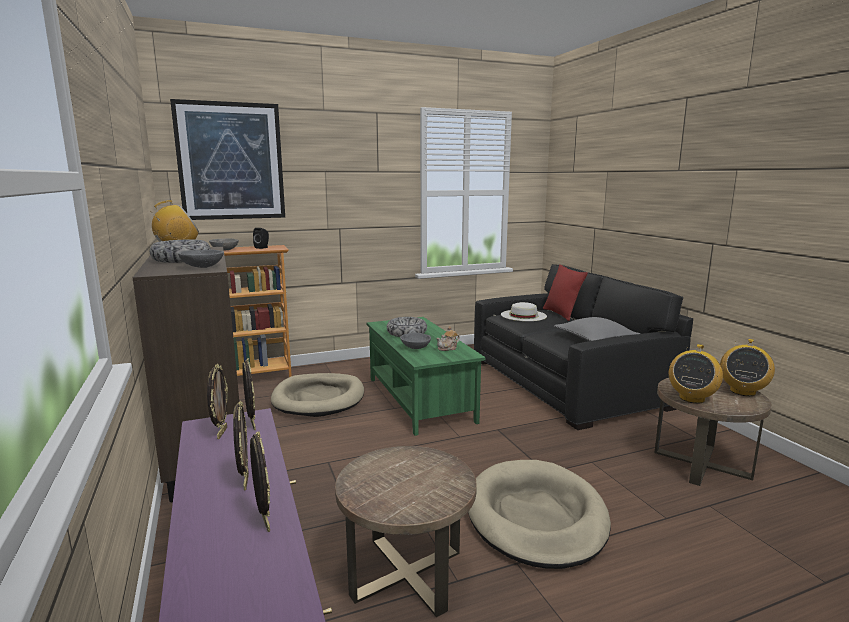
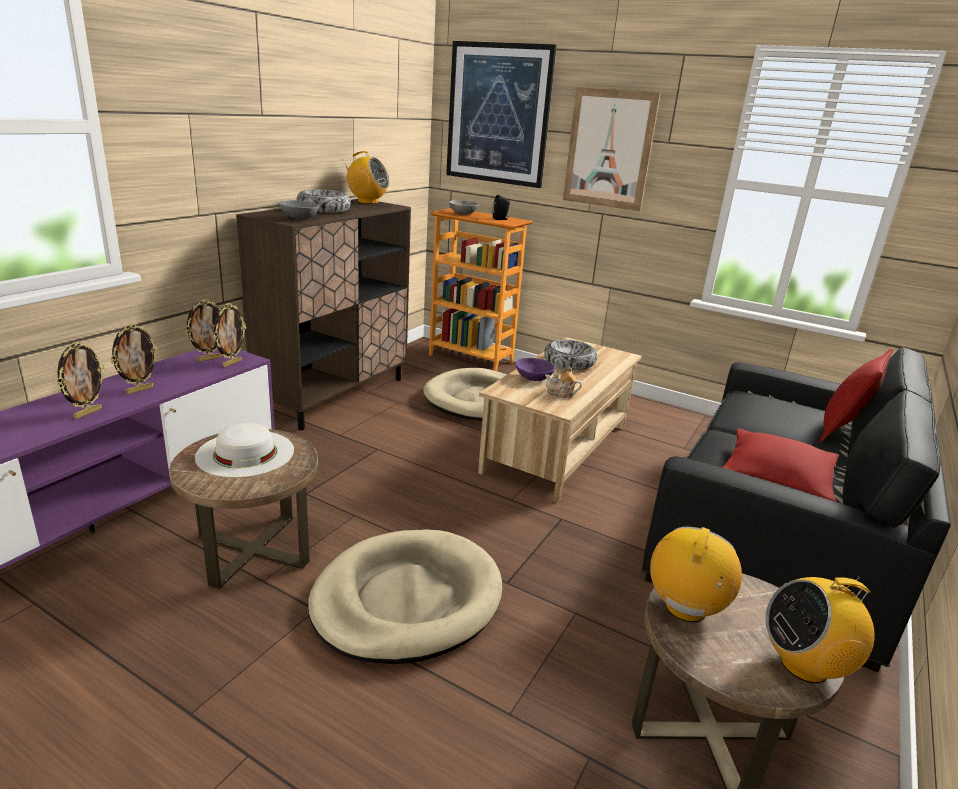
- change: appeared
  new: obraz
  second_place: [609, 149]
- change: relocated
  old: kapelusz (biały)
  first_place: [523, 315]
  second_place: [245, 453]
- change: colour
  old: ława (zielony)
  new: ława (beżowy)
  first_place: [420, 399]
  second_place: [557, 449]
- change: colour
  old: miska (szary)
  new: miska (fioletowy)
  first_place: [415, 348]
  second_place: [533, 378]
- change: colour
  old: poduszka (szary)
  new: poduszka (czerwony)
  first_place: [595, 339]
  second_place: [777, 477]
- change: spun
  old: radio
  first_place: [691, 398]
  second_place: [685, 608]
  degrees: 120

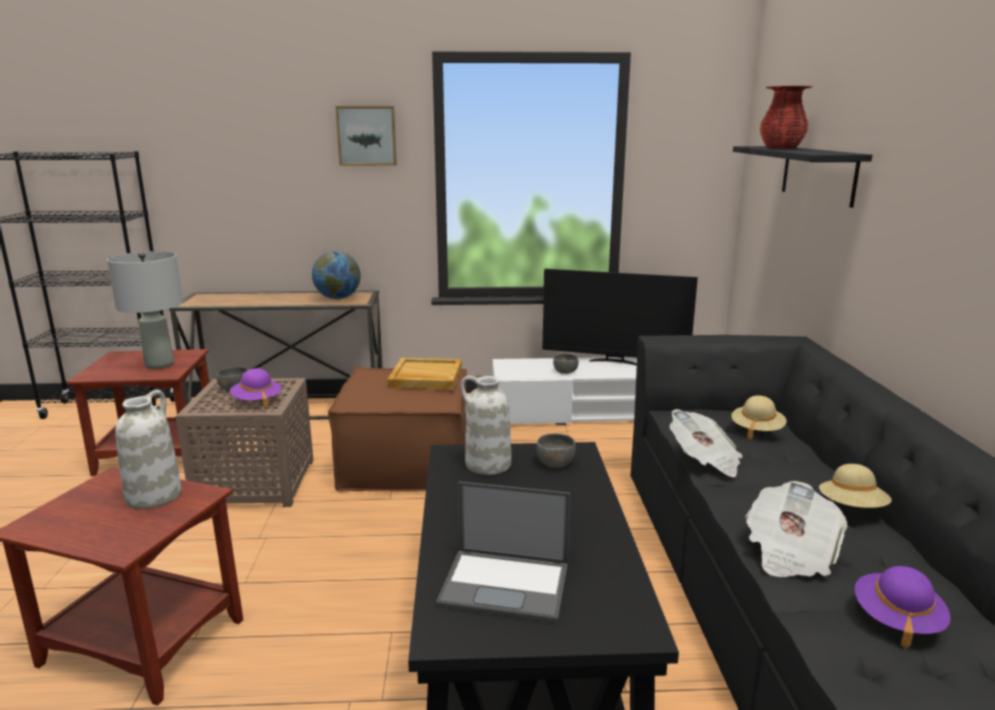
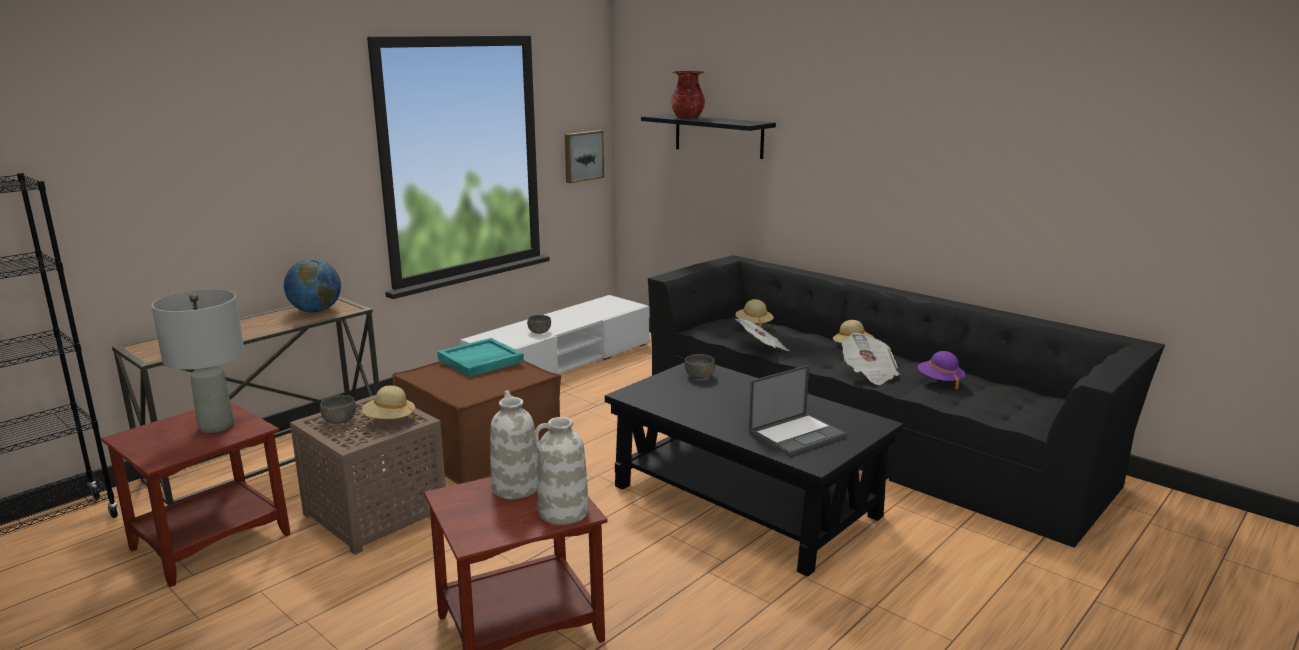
- change: missing
  old: telewizor
  first_place: [614, 361]
- change: relocated
  old: obraz
  first_place: [367, 136]
  second_place: [582, 156]
- change: relocated
  old: wazon (biały)
  first_place: [487, 464]
  second_place: [563, 512]
- change: colour
  old: kapelusz (fioletowy)
  new: kapelusz (beżowy)
  first_place: [256, 401]
  second_place: [389, 420]
- change: colour
  old: taca (beżowy)
  new: taca (turkusowy)
  first_place: [425, 377]
  second_place: [480, 360]

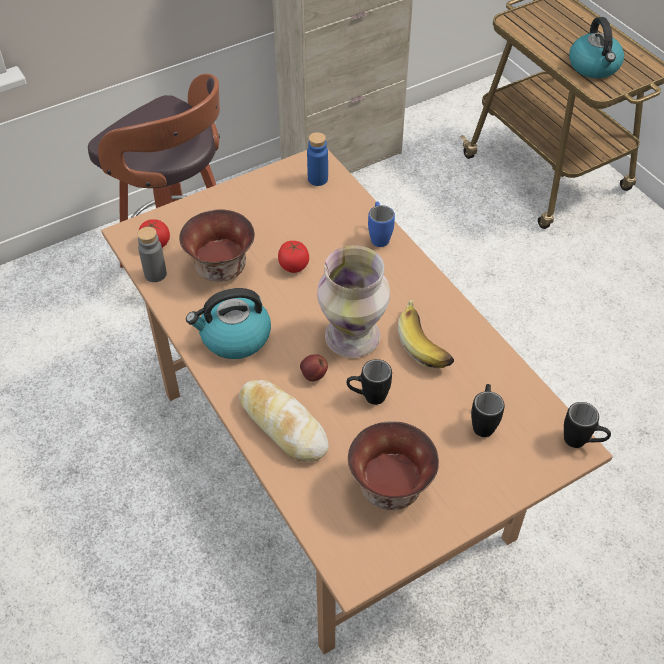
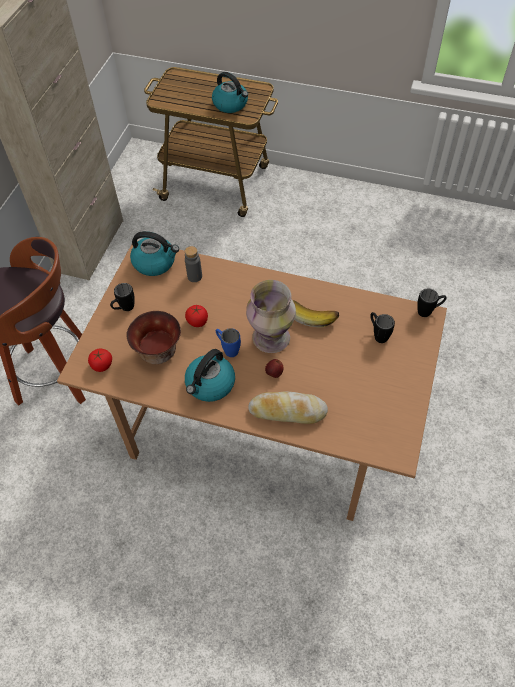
- change: missing
  old: miska
  first_place: [391, 487]
- change: relocated
  old: butelka (szary)
  first_place: [155, 274]
  second_place: [194, 276]
- change: relocated
  old: kubek (czarny)
  first_place: [368, 397]
  second_place: [124, 309]
- change: relocated
  old: kubek (niebieski)
  first_place: [379, 236]
  second_place: [228, 349]
- change: exchanged
  old: butelka (niebieski)
  new: czajnik
  first_place: [317, 179]
  second_place: [155, 262]

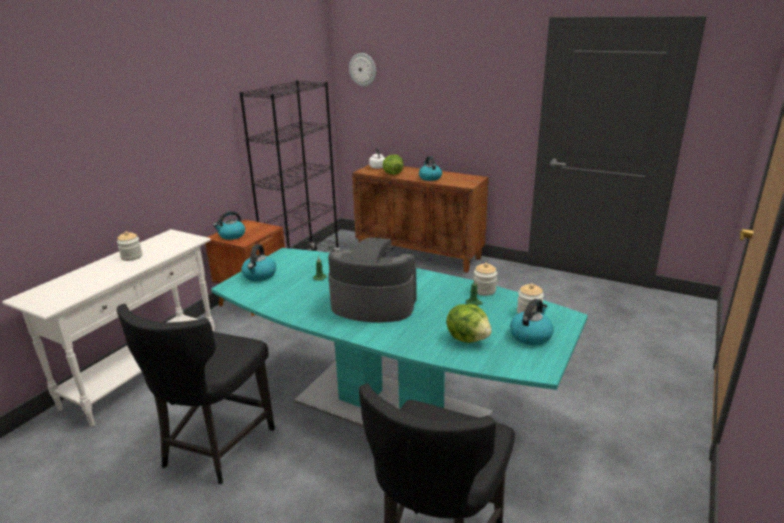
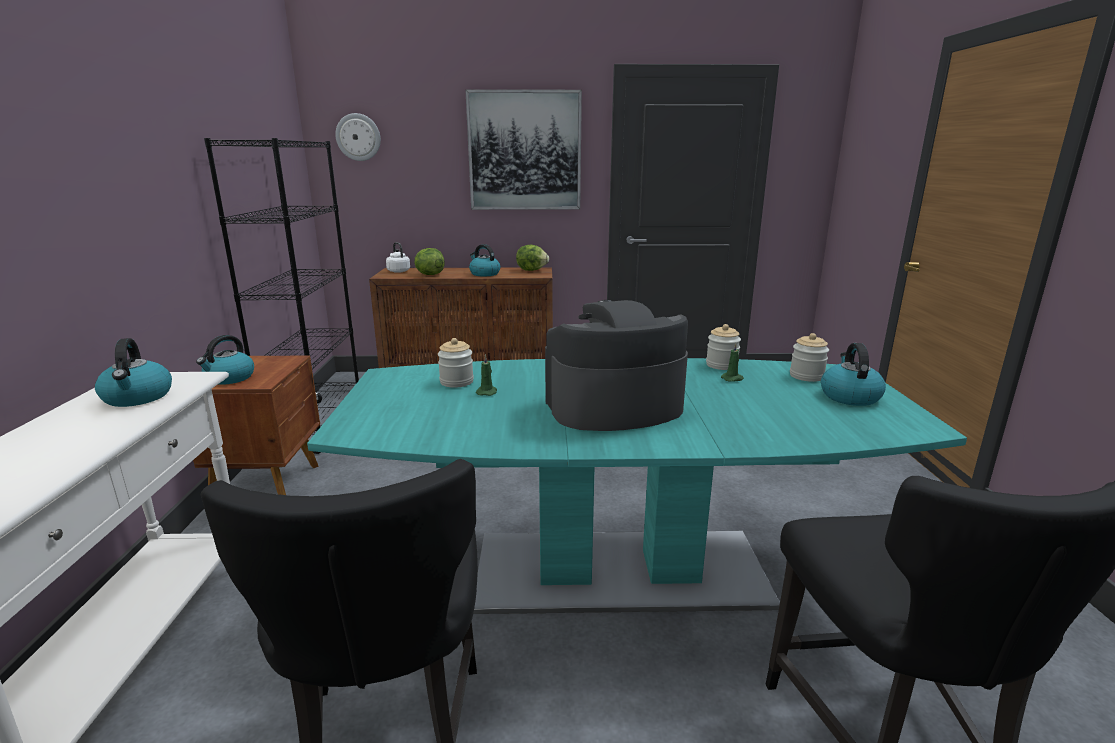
- change: appeared
  new: obraz
  second_place: [524, 151]
- change: relocated
  old: słoik
  first_place: [132, 257]
  second_place: [456, 382]
- change: relocated
  old: czajnik
  first_place: [259, 275]
  second_place: [138, 397]
- change: relocated
  old: sałata
  first_place: [468, 338]
  second_place: [532, 270]

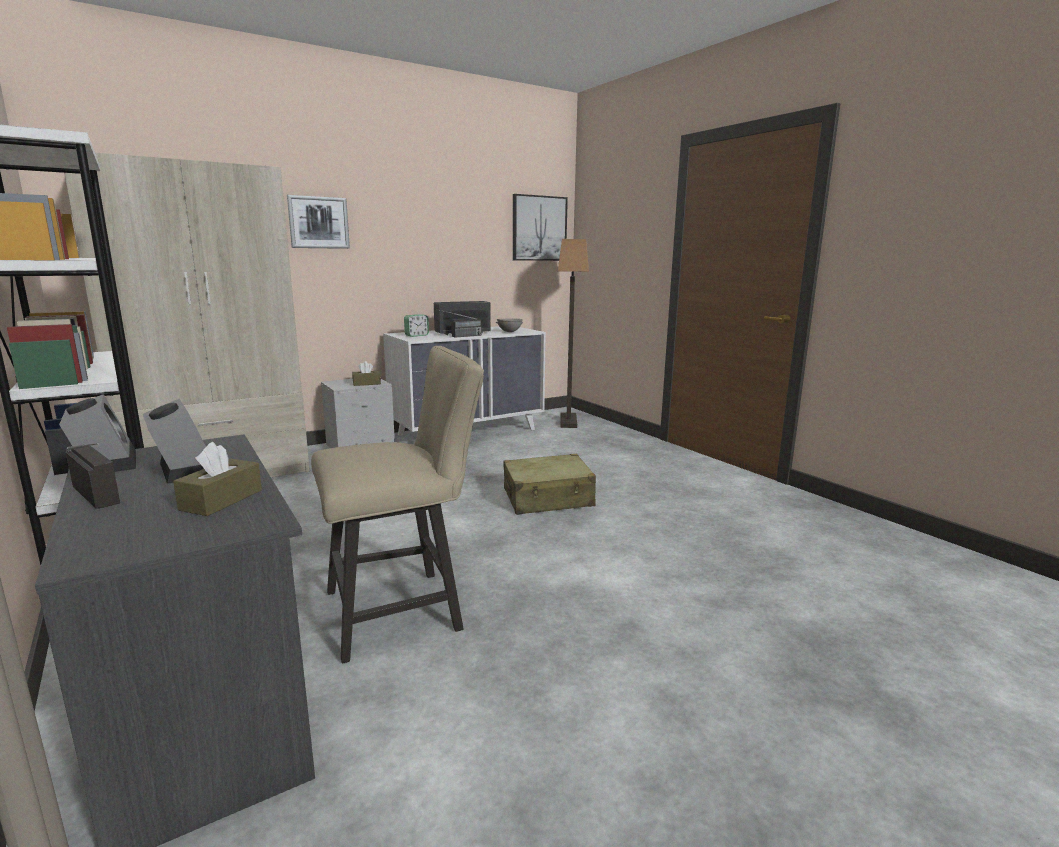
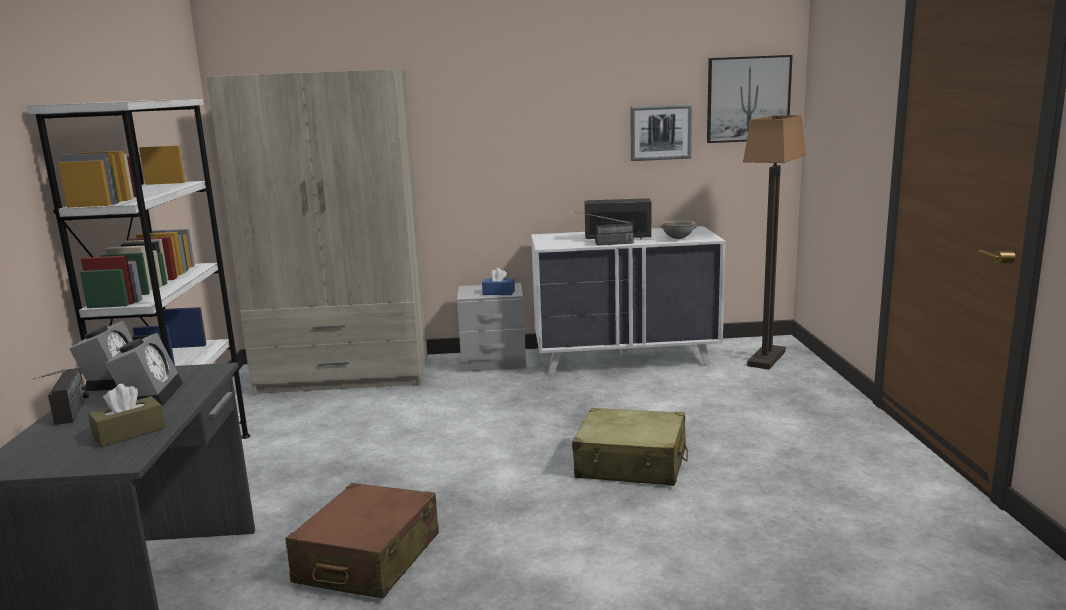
- change: missing
  old: budzik
  first_place: [416, 335]
- change: relocated
  old: obraz
  first_place: [318, 222]
  second_place: [660, 132]
- change: exchanged
  old: krzesło (beżowy)
  new: walizka (brązowy)
  first_place: [404, 609]
  second_place: [368, 559]
- change: colour
  old: pudełko chusteczek (brązowy)
  new: pudełko chusteczek (niebieski)
  first_place: [366, 383]
  second_place: [498, 293]

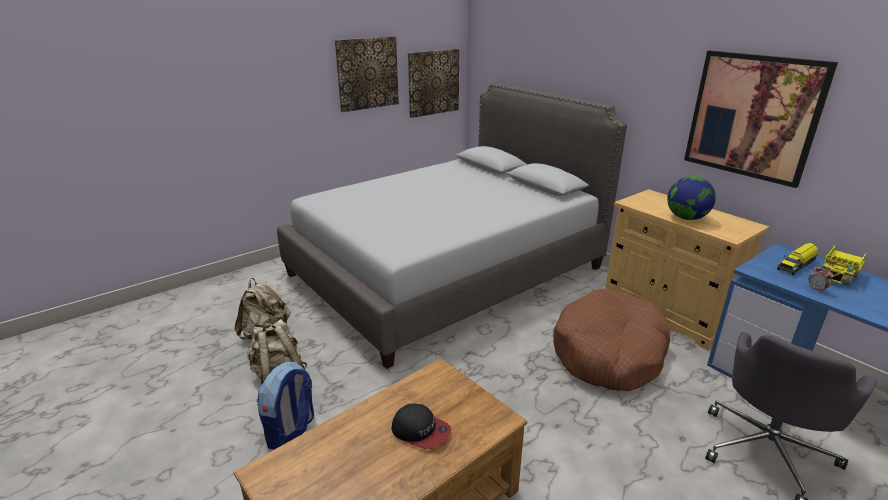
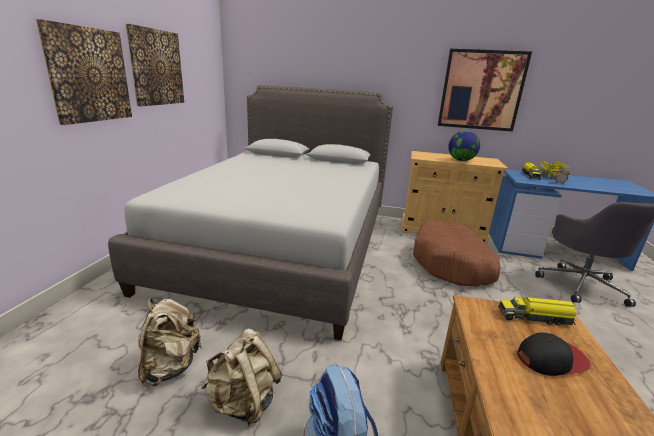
- change: appeared
  new: ciężarówka zabawkowa
  second_place: [535, 317]
- change: relocated
  old: obraz
  first_place: [433, 82]
  second_place: [89, 75]

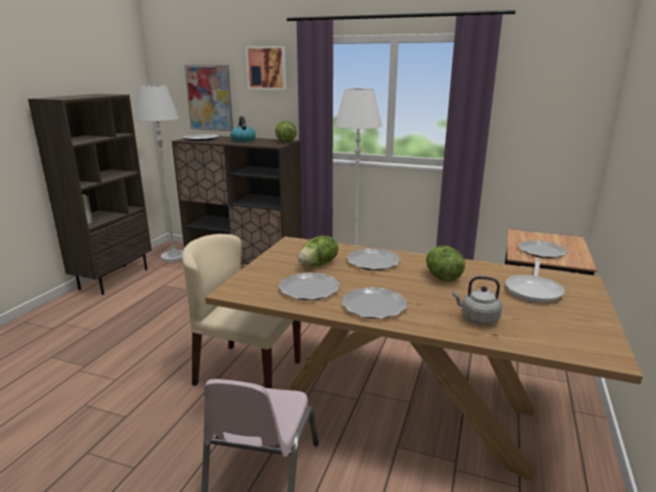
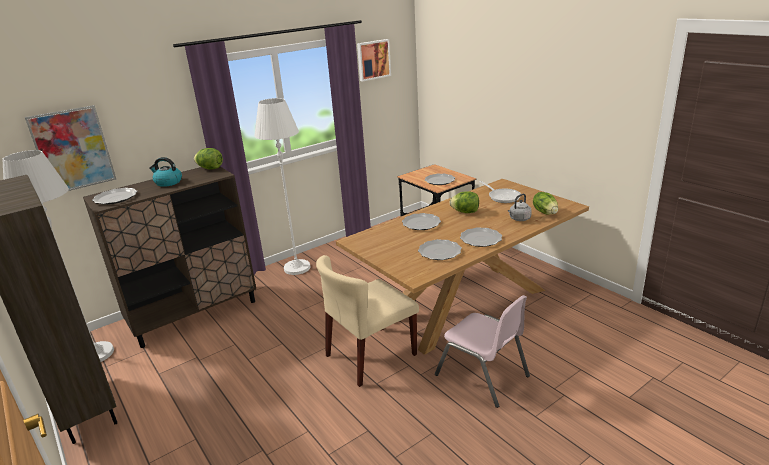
- change: relocated
  old: obraz
  first_place: [267, 68]
  second_place: [373, 59]
- change: relocated
  old: sałata
  first_place: [318, 264]
  second_place: [545, 212]

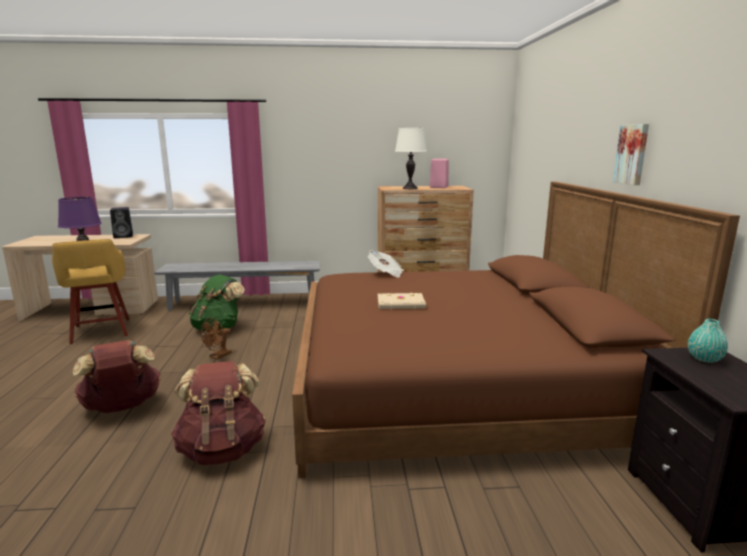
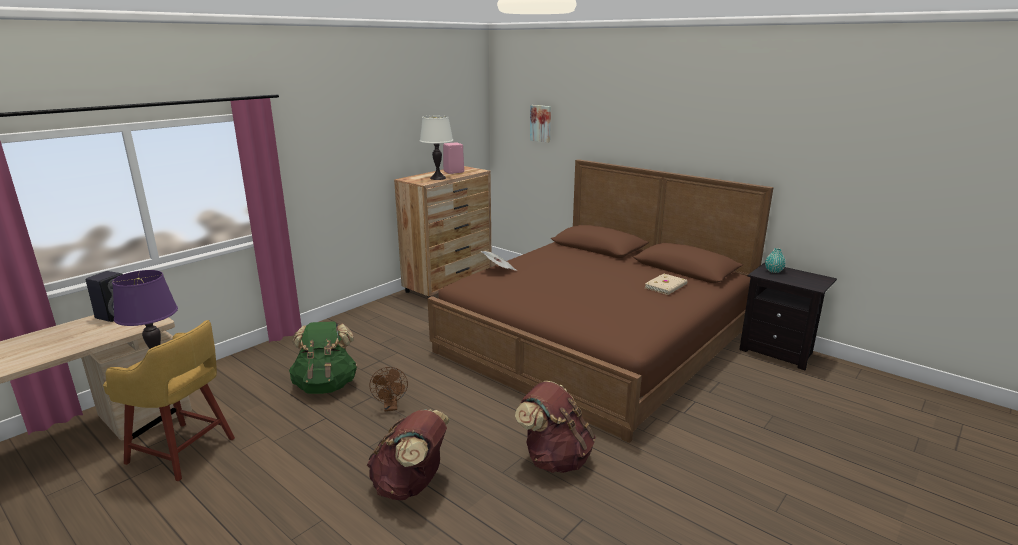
- change: missing
  old: ławka (szary)
  first_place: [244, 304]
- change: relocated
  old: książka (beżowy)
  first_place: [401, 304]
  second_place: [666, 286]
- change: relocated
  old: obraz
  first_place: [632, 154]
  second_place: [541, 123]

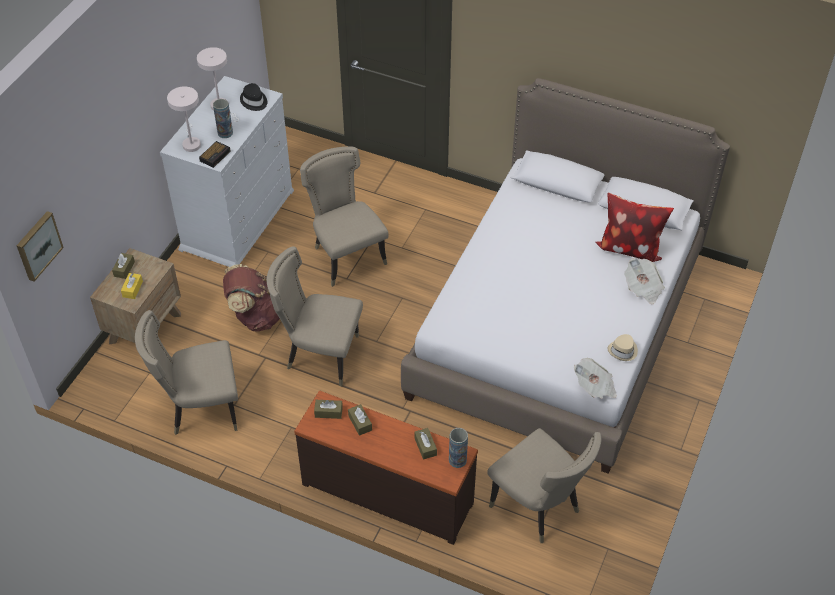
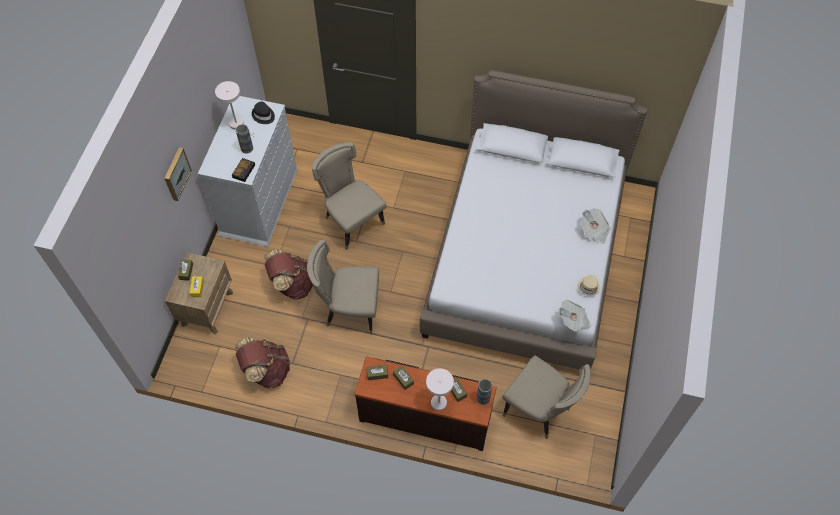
- change: missing
  old: poduszka
  first_place: [629, 247]
- change: relocated
  old: obraz
  first_place: [38, 245]
  second_place: [176, 174]
- change: relocated
  old: lampa stołowa (biały)
  first_place: [191, 143]
  second_place: [437, 400]
- change: exchanged
  old: krzesło (beżowy)
  new: plecak (brązowy)
  first_place: [200, 409]
  second_place: [266, 371]

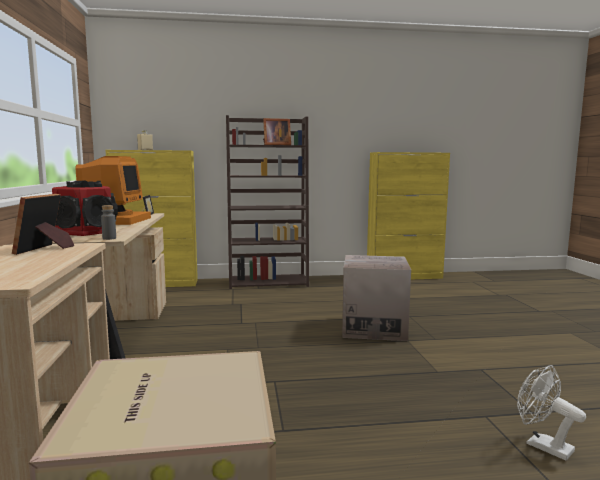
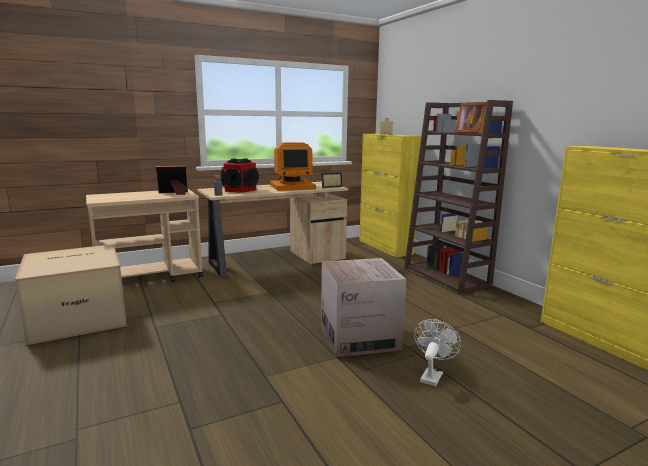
- change: relocated
  old: wentylator (biały)
  first_place: [542, 445]
  second_place: [432, 375]

